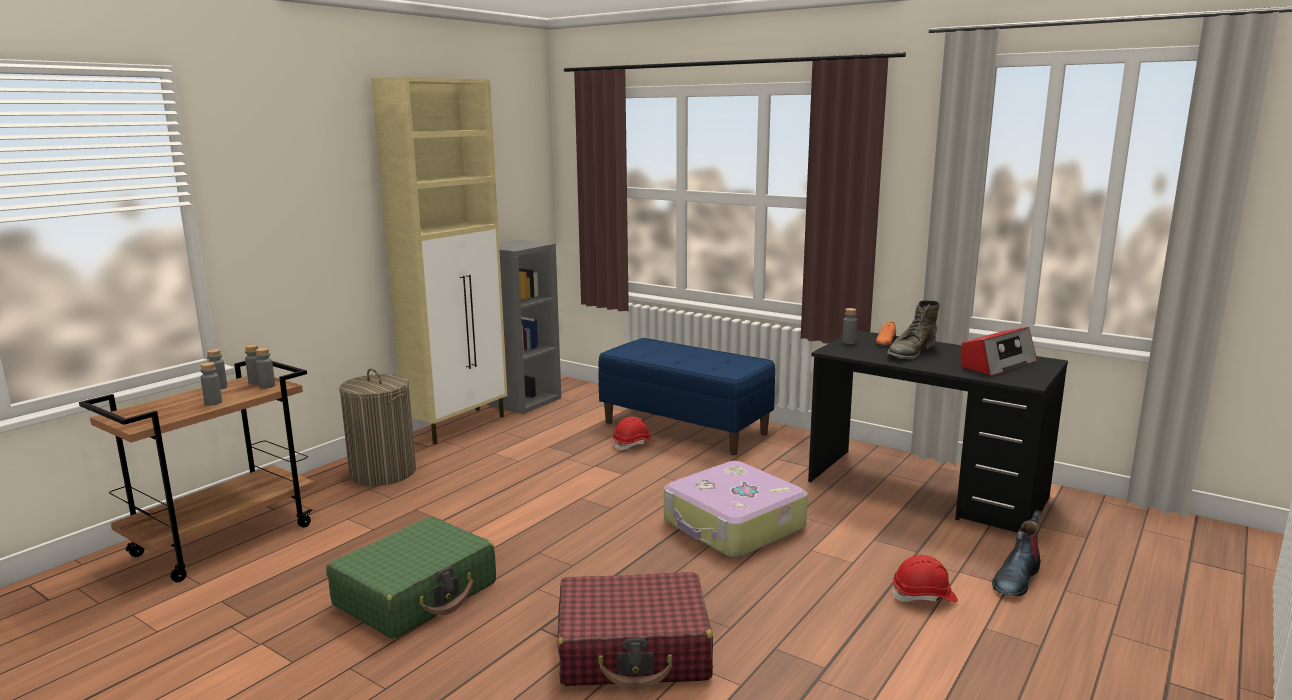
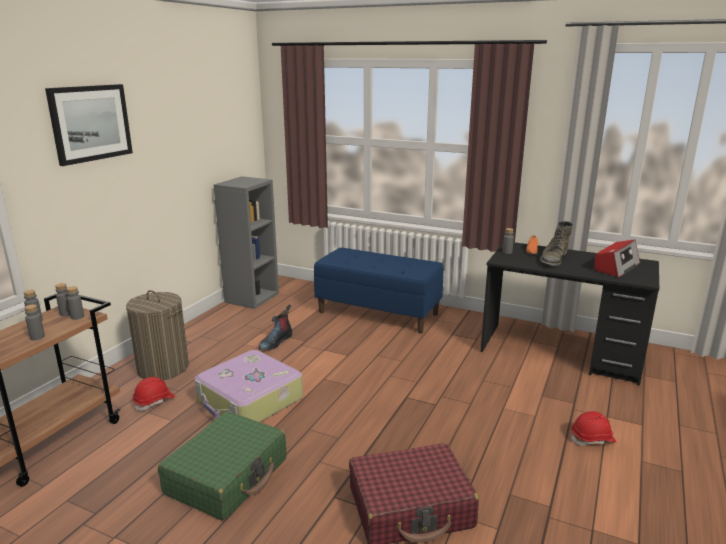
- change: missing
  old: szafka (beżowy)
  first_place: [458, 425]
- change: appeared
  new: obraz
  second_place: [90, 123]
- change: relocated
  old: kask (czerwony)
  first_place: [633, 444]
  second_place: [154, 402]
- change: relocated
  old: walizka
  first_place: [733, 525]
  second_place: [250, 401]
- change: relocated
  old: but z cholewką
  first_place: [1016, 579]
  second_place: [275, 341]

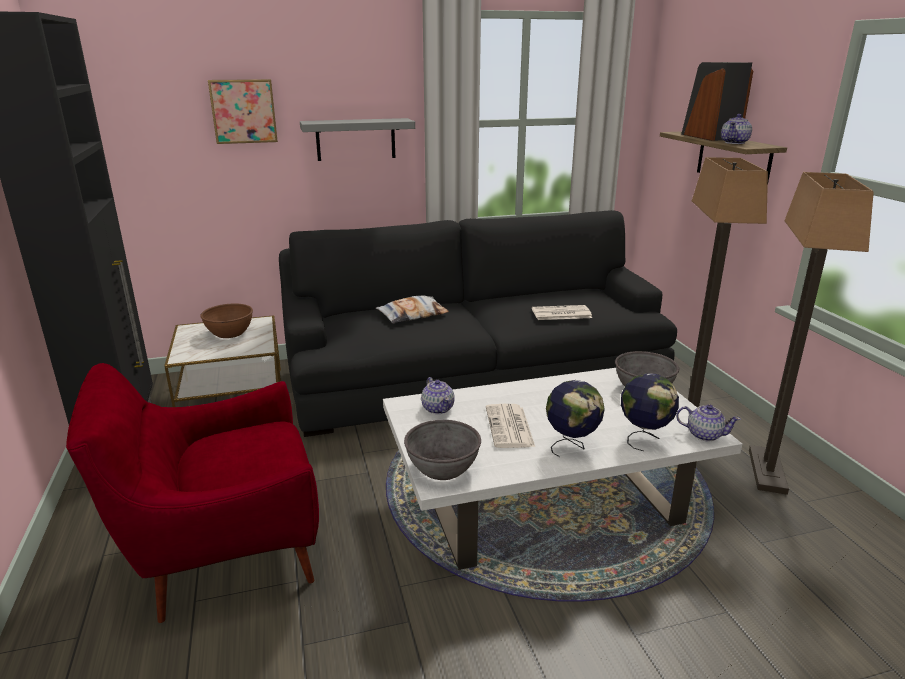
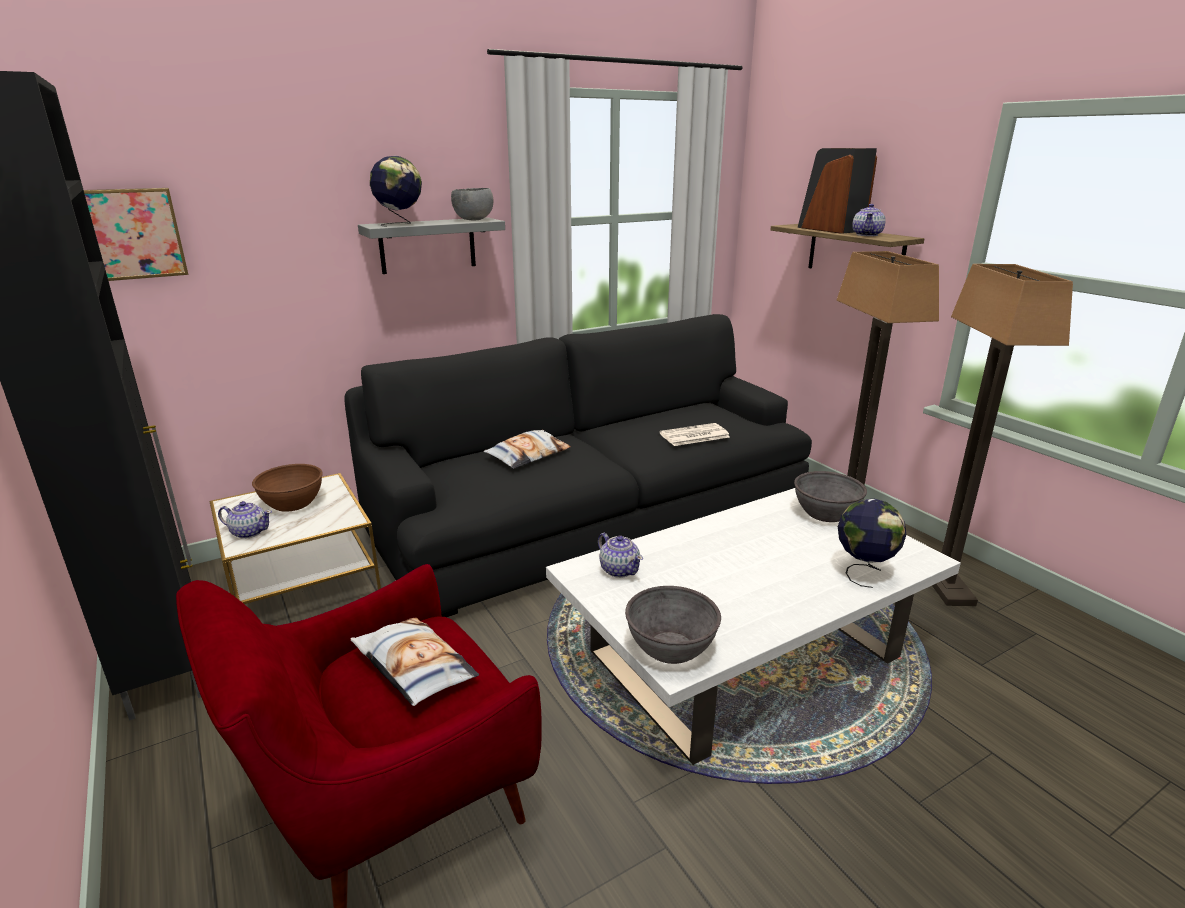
- change: missing
  old: gazeta
  first_place: [510, 427]
- change: appeared
  new: poduszka
  second_place: [413, 667]
- change: appeared
  new: miska (szary)
  second_place: [473, 220]
- change: relocated
  old: obraz
  first_place: [243, 111]
  second_place: [130, 234]
- change: relocated
  old: globus
  first_place: [571, 446]
  second_place: [400, 224]
- change: relocated
  old: imbryk
  first_place: [704, 434]
  second_place: [249, 532]

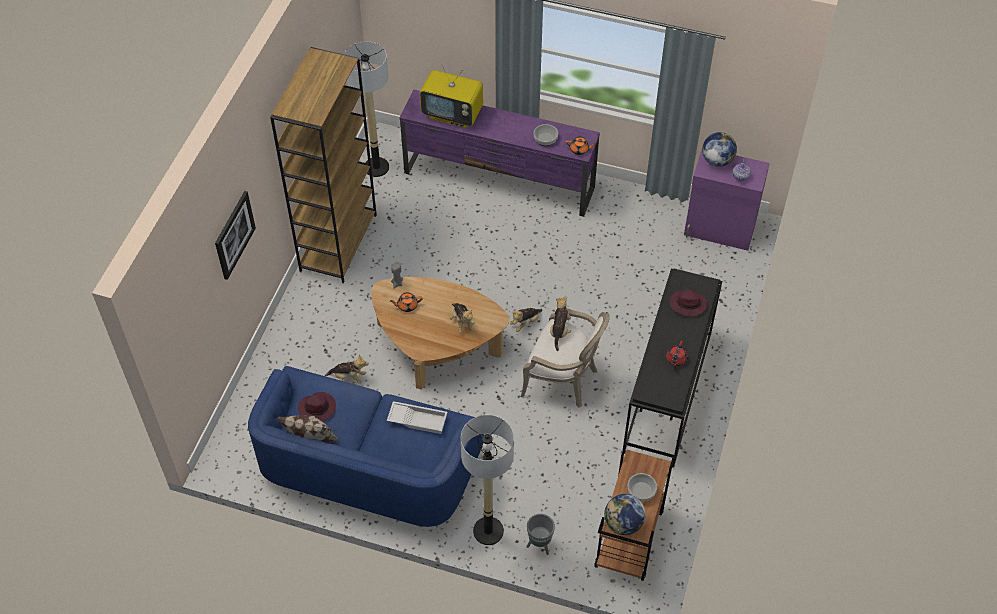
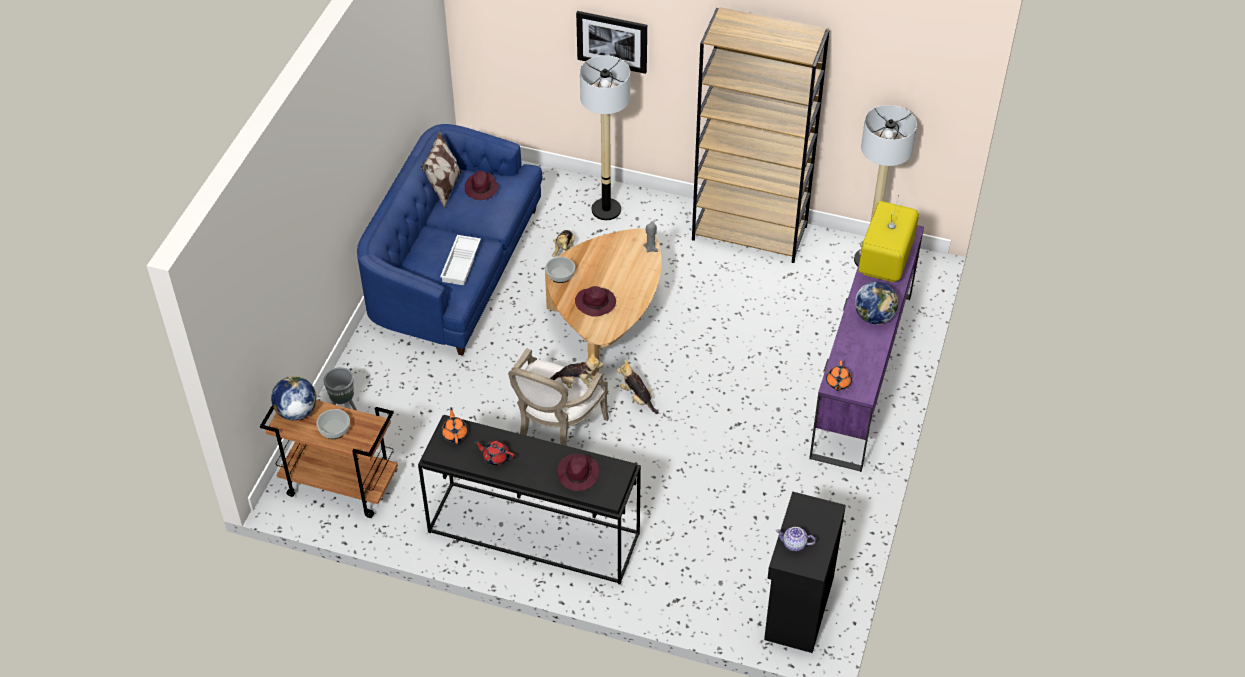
- change: relocated
  old: imbryk (pomarańczowy)
  first_place: [407, 305]
  second_place: [455, 433]
- change: relocated
  old: lampa stojąca
  first_place: [488, 531]
  second_place: [606, 209]
- change: relocated
  old: miska
  first_place: [545, 139]
  second_place: [560, 275]
- change: relocated
  old: globus
  first_place: [717, 160]
  second_place: [874, 317]
- change: exchanged
  old: pluszak
  new: kapelusz (fioletowy)
  first_place: [462, 322]
  second_place: [596, 303]
- change: colour
  old: szafka (fioletowy)
  new: szafka (czarny)
  first_place: [719, 230]
  second_place: [797, 608]

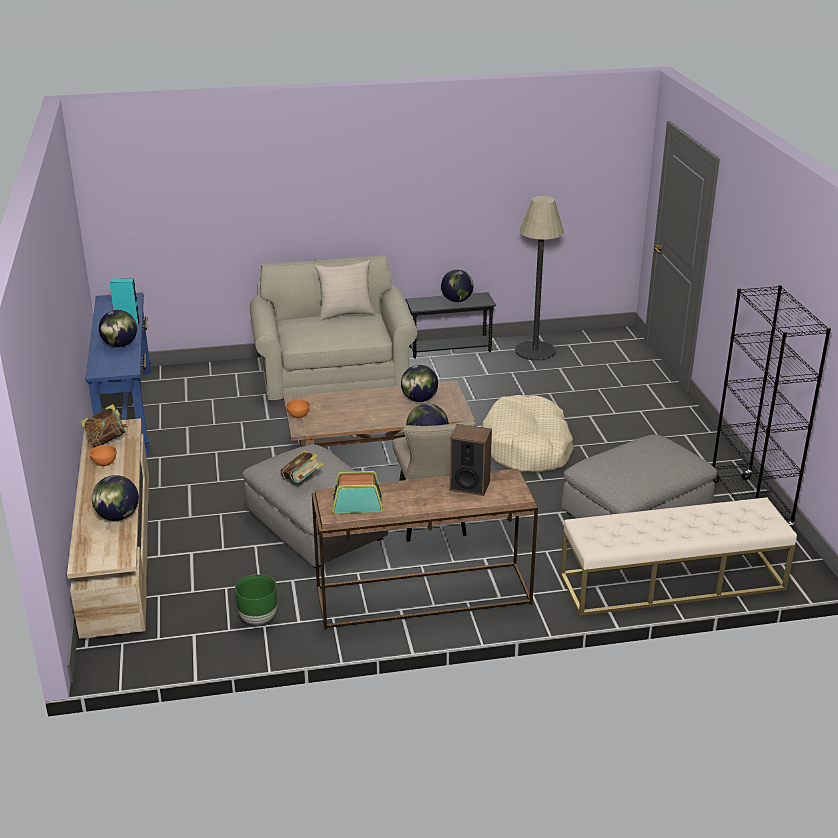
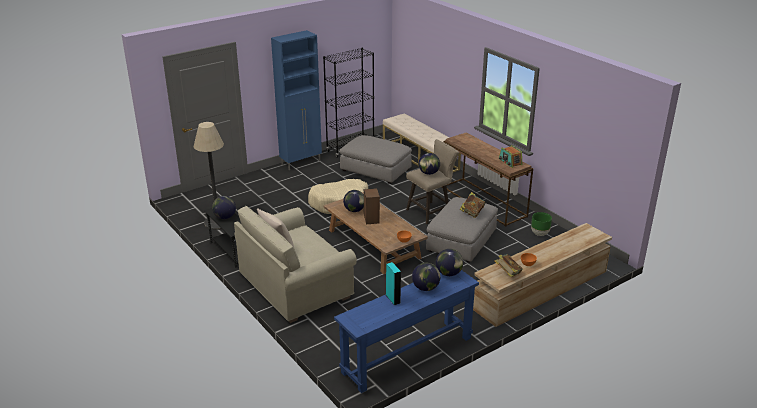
- change: appeared
  new: szafka (niebieski)
  second_place: [301, 162]
- change: relocated
  old: globus
  first_place: [117, 516]
  second_place: [449, 273]
- change: relocated
  old: głośnik
  first_place: [469, 485]
  second_place: [371, 219]

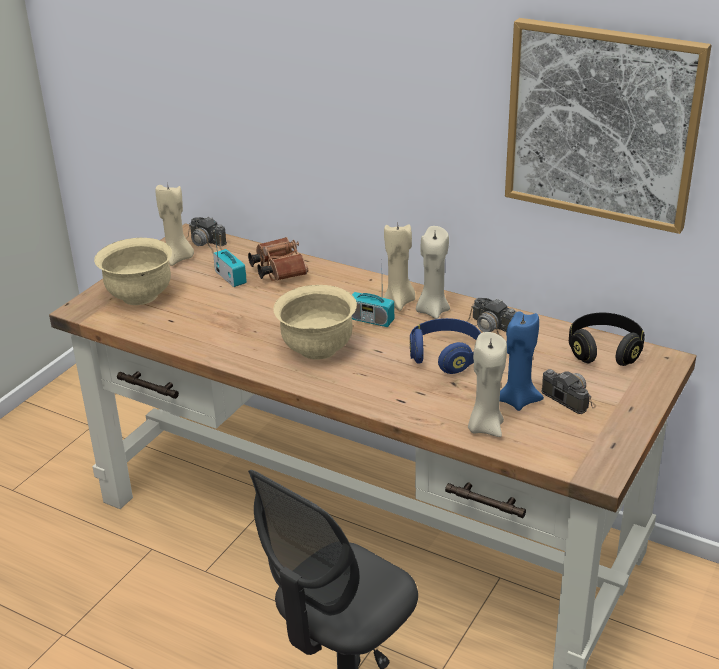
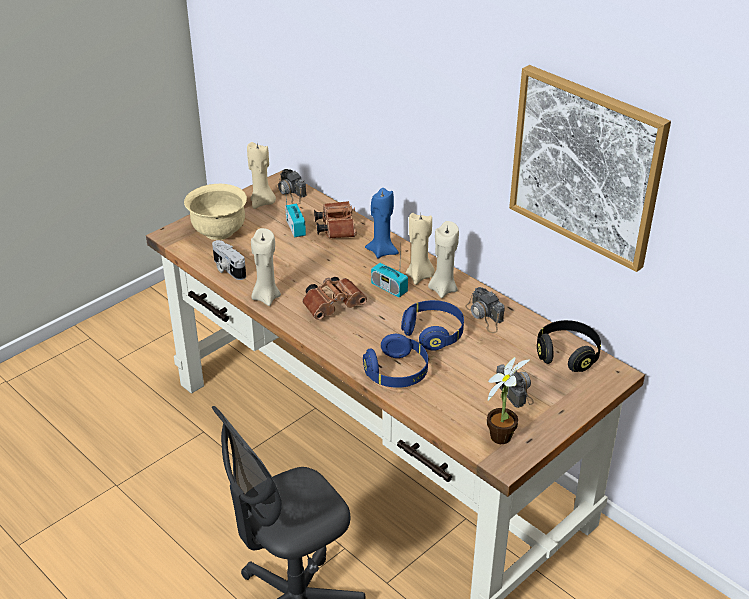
- change: appeared
  new: aparat fotograficzny
  second_place: [227, 269]
- change: appeared
  new: słuchawki (niebieski)
  second_place: [397, 373]
- change: appeared
  new: roślina doniczkowa
  second_place: [502, 434]
- change: relocated
  old: świeca (beżowy)
  first_place: [485, 427]
  second_place: [266, 297]
- change: relocated
  old: świeca (niebieski)
  first_place: [517, 400]
  second_place: [382, 251]
- change: exchanged
  old: miska (beżowy)
  new: lornetka (brązowy)
  first_place: [317, 349]
  second_place: [334, 306]

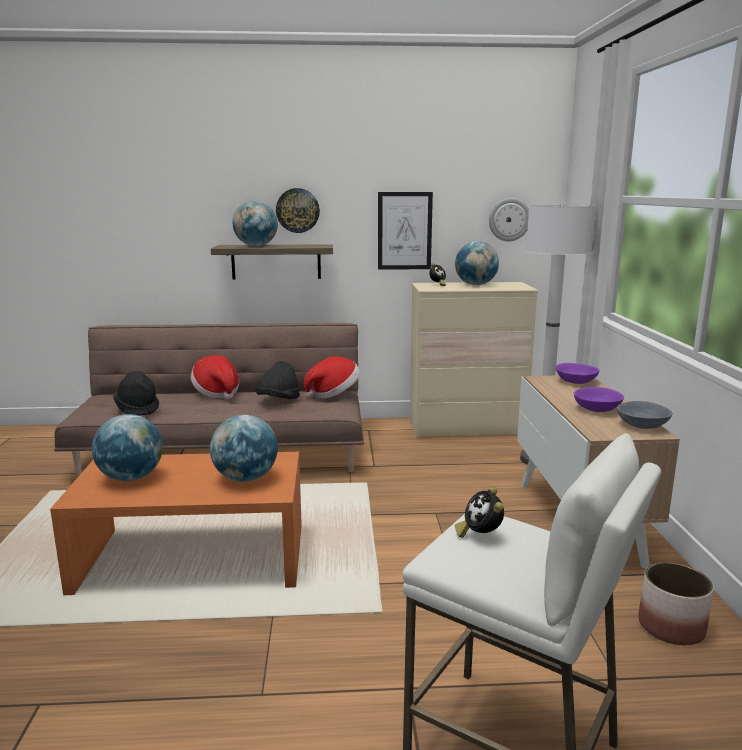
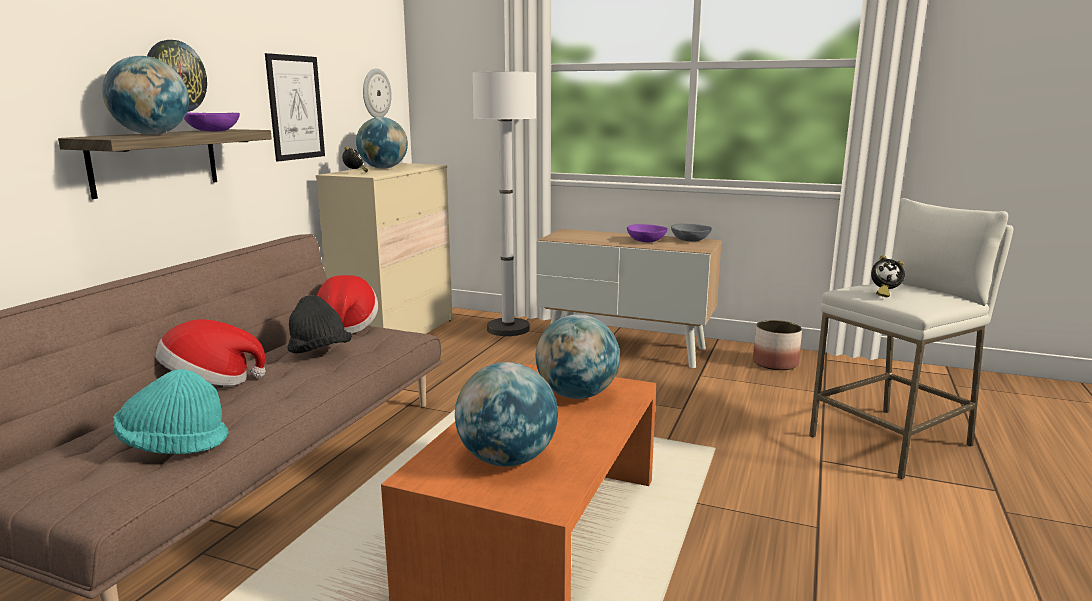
- change: relocated
  old: miska (fioletowy)
  first_place: [576, 381]
  second_place: [213, 131]
- change: colour
  old: kapelusz (czarny)
  new: kapelusz (turkusowy)
  first_place: [138, 409]
  second_place: [174, 444]

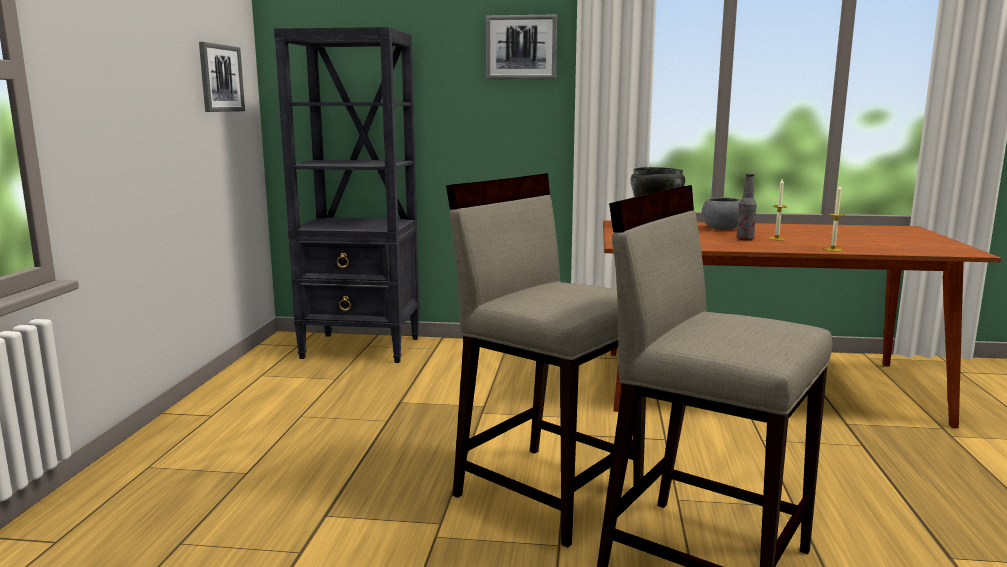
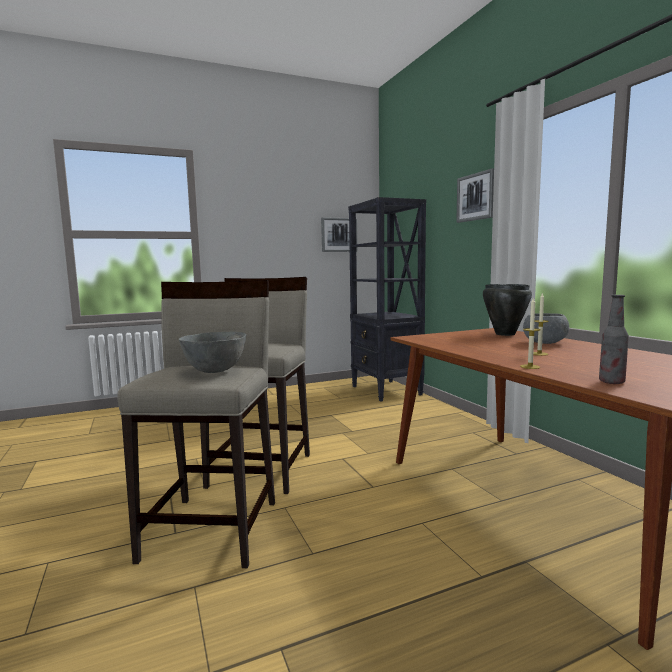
- change: appeared
  new: miska (szary)
  second_place: [214, 371]
- change: relocated
  old: butelka
  first_place: [745, 239]
  second_place: [611, 382]

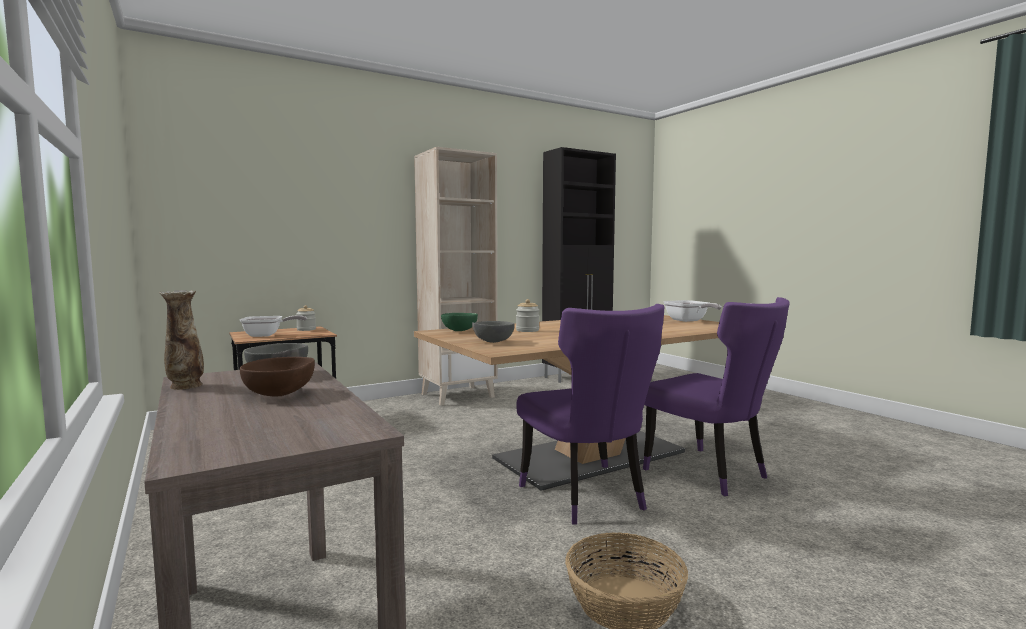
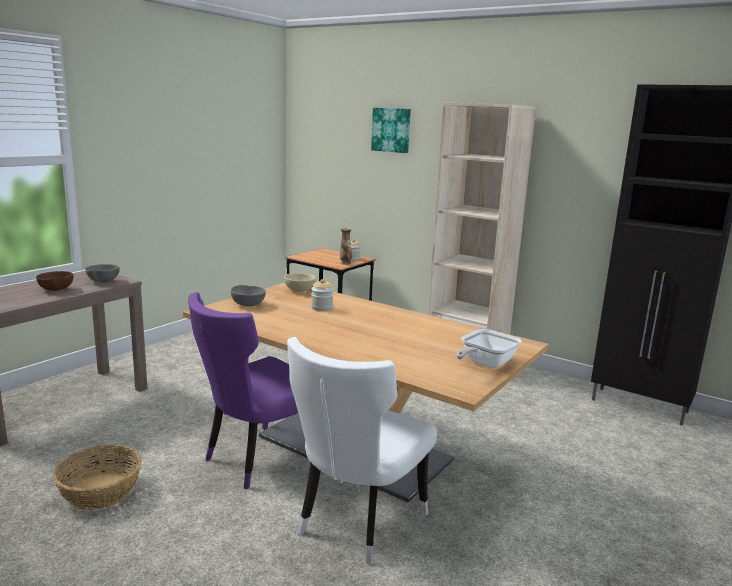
- change: missing
  old: patelnia
  first_place: [267, 335]
- change: appeared
  new: obraz
  second_place: [391, 130]
- change: relocated
  old: wazon
  first_place: [185, 386]
  second_place: [345, 263]
- change: colour
  old: miska (zielony)
  new: miska (beżowy)
  first_place: [458, 331]
  second_place: [299, 290]
- change: colour
  old: krzesło (fioletowy)
  new: krzesło (biały)
  first_place: [710, 473]
  second_place: [356, 523]

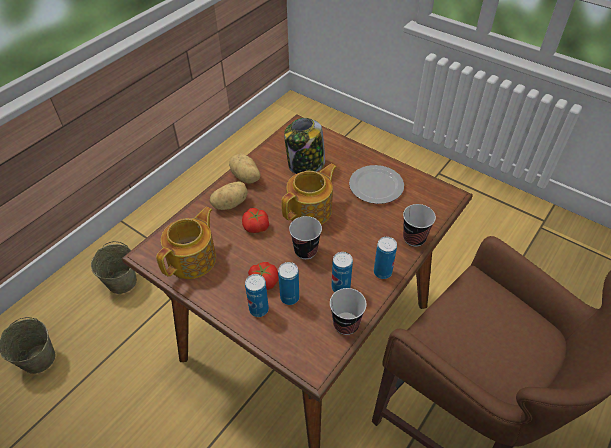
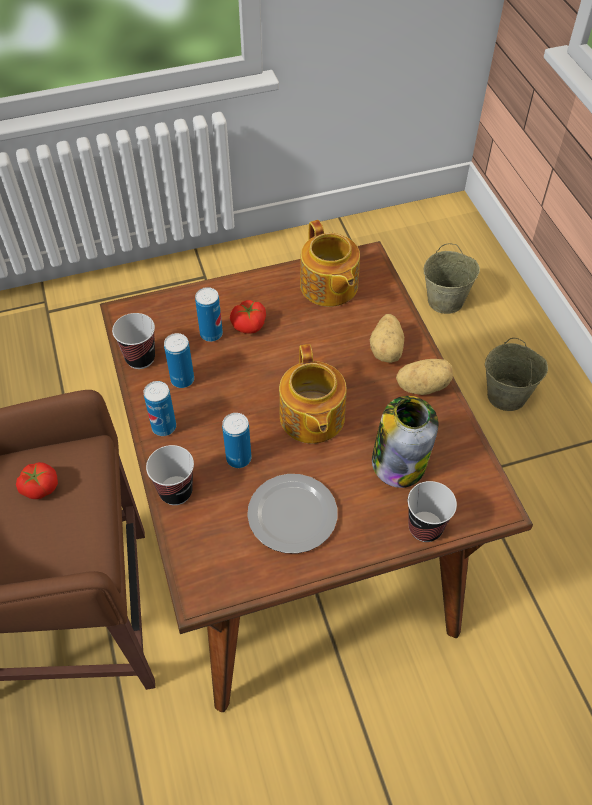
- change: relocated
  old: pomidor
  first_place: [256, 227]
  second_place: [39, 487]
- change: relocated
  old: puszka
  first_place: [259, 309]
  second_place: [238, 458]
- change: relocated
  old: filiżanka
  first_place: [305, 251]
  second_place: [425, 528]

